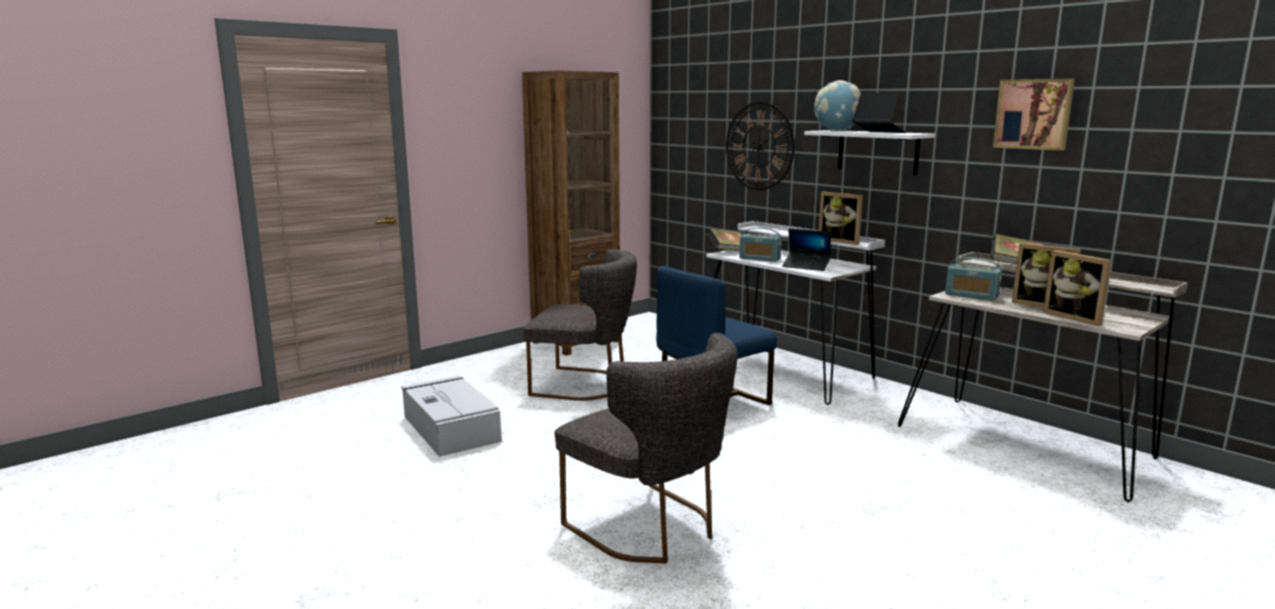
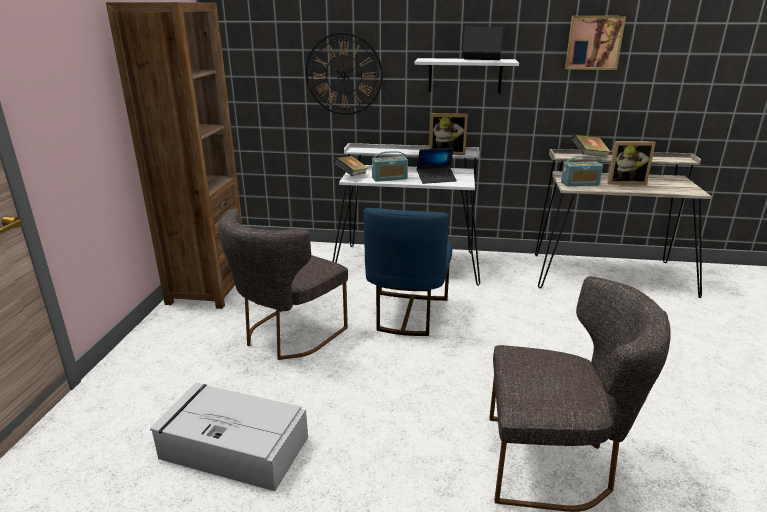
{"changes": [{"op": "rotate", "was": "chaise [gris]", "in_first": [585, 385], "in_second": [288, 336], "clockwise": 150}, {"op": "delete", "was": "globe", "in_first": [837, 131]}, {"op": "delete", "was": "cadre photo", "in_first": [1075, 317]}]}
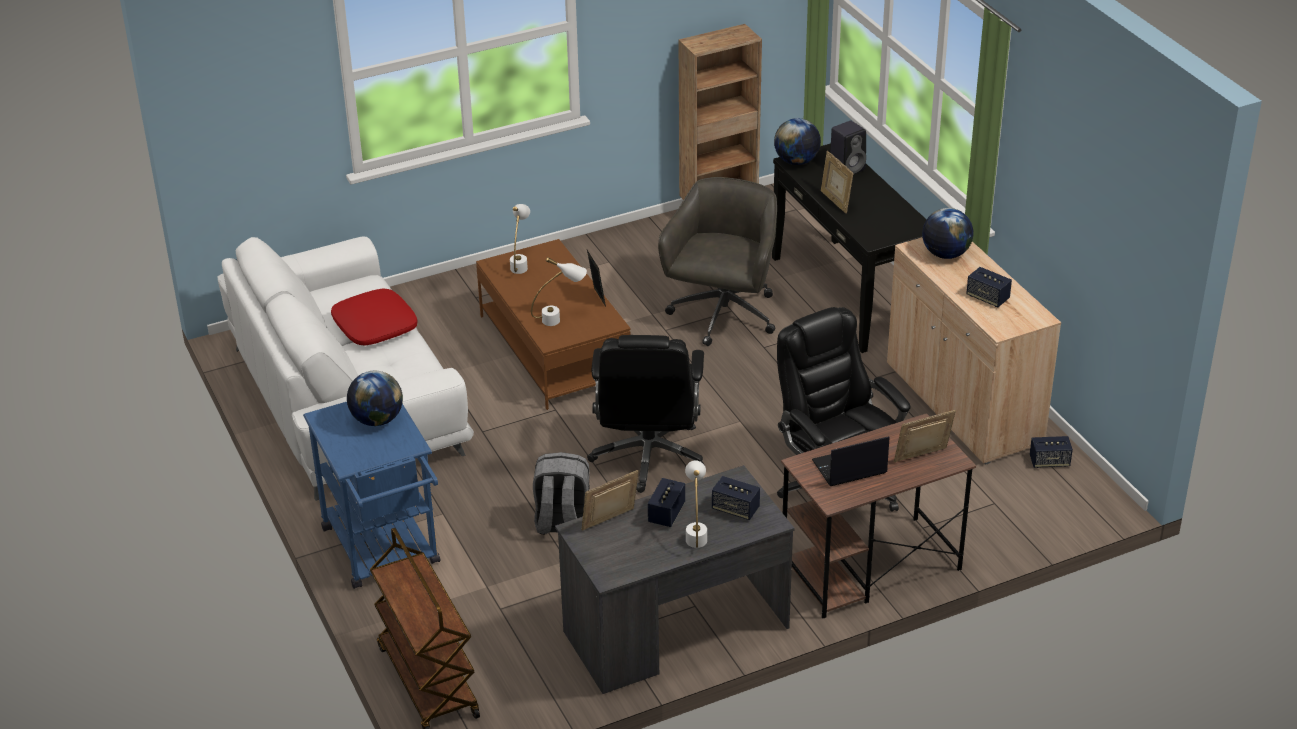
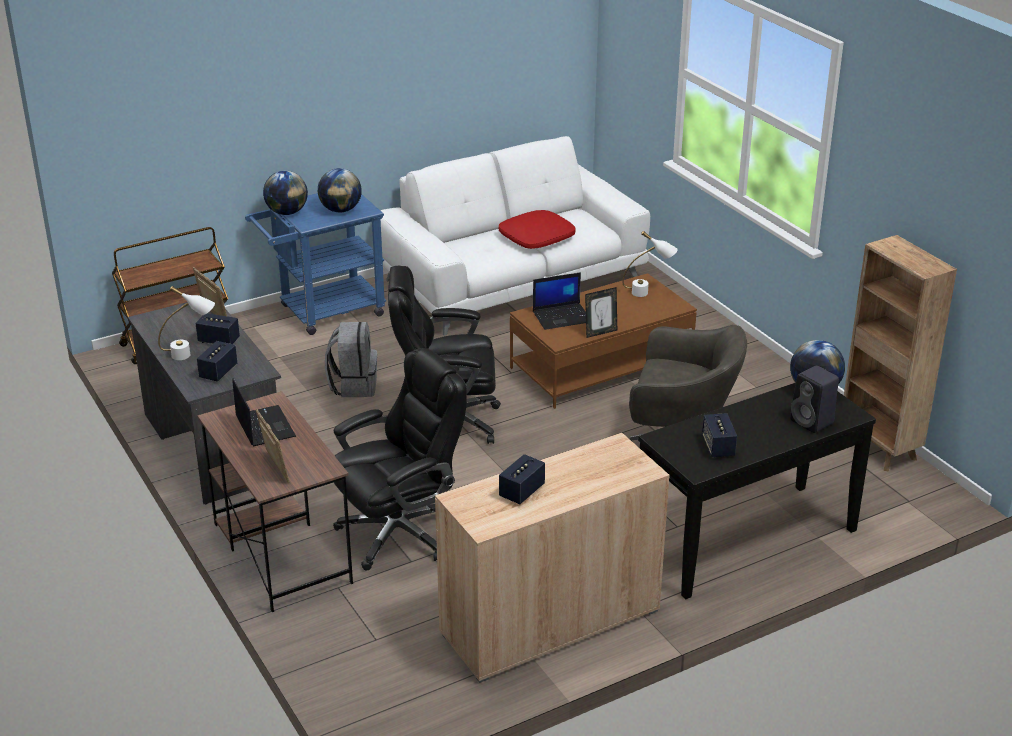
{"changes": [{"op": "replace", "was": "lampe de table [blanc]", "now": "ordinateur portable", "in_first": [560, 319], "in_second": [562, 316]}, {"op": "delete", "was": "cadre photo", "in_first": [835, 201]}, {"op": "move", "was": "globe", "in_first": [945, 254], "in_second": [287, 212]}, {"op": "move", "was": "enceinte", "in_first": [1049, 462], "in_second": [718, 447]}]}
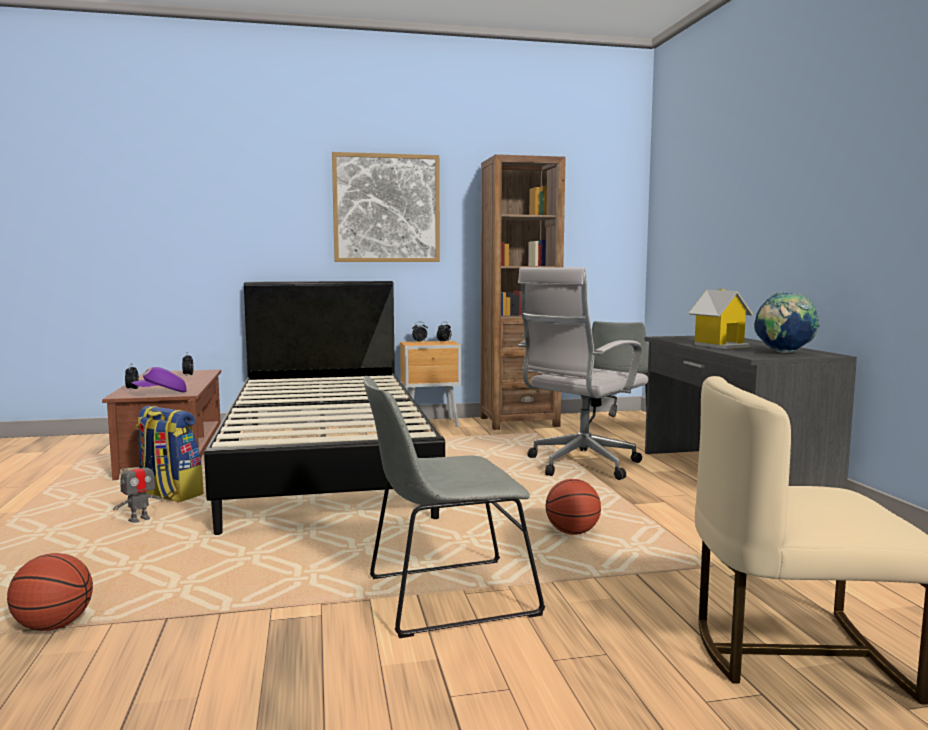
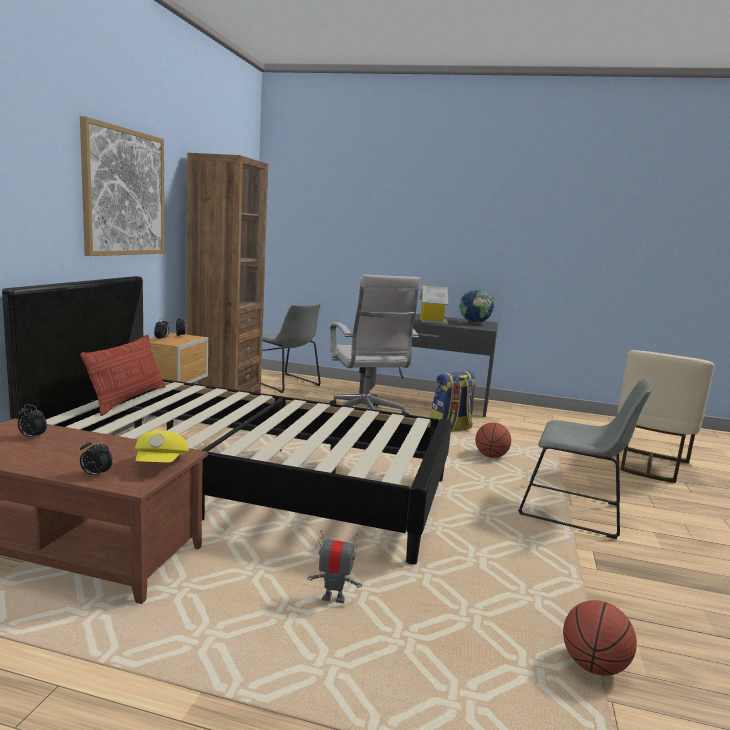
{"changes": [{"op": "rotate", "was": "robot jouet", "in_first": [139, 520], "in_second": [333, 599], "clockwise": -60}, {"op": "recolor", "was": "casquette [violet]", "now": "casquette [jaune]", "in_first": [161, 393], "in_second": [161, 464]}, {"op": "move", "was": "sac à dos", "in_first": [169, 495], "in_second": [451, 429]}, {"op": "rotate", "was": "chaise [gris]", "in_first": [444, 597], "in_second": [575, 511], "clockwise": -75}, {"op": "insert", "now": "coussin", "in_second": [128, 399]}]}
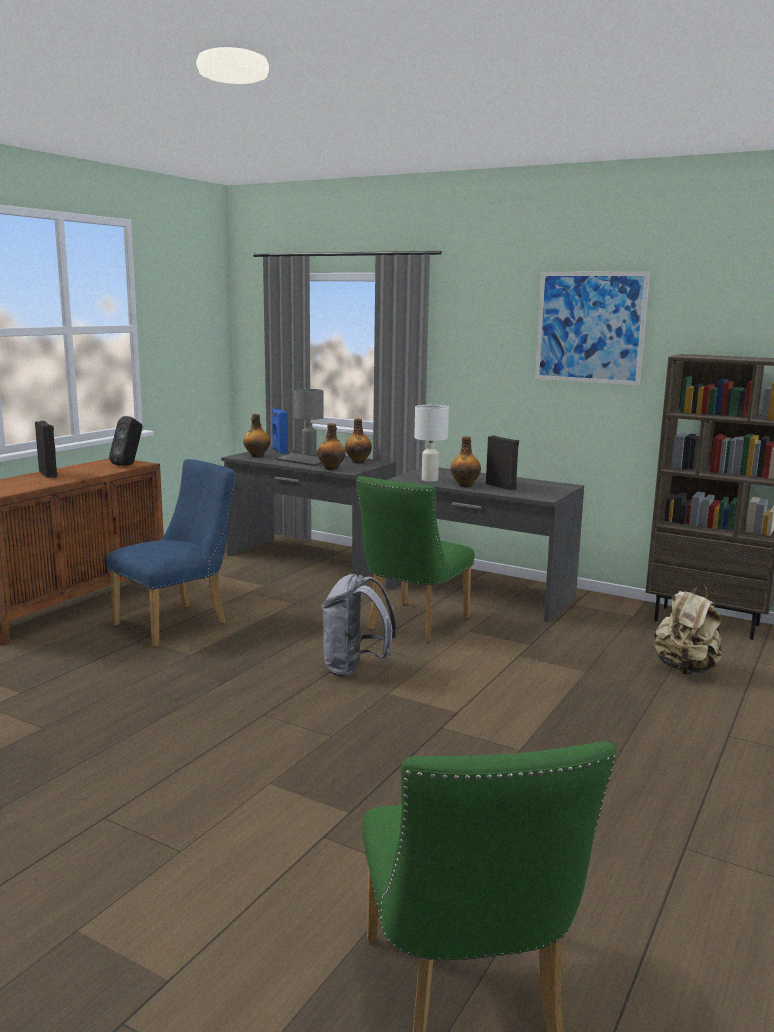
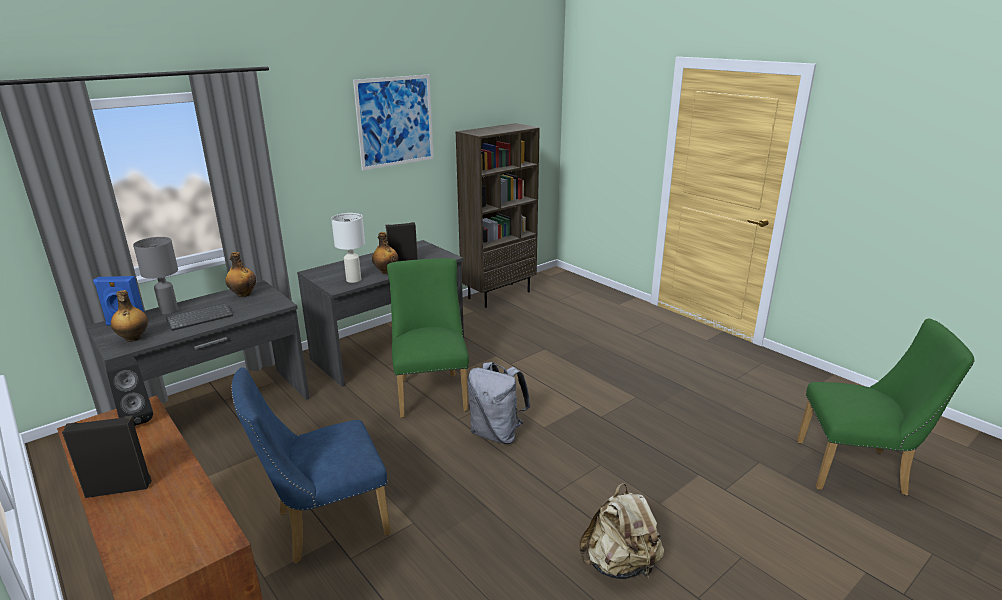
{"changes": [{"op": "rotate", "was": "chaise [bleu]", "in_first": [178, 623], "in_second": [324, 524], "clockwise": -90}, {"op": "delete", "was": "bouteille", "in_first": [331, 468]}, {"op": "rotate", "was": "chaise [vert]", "in_first": [412, 625], "in_second": [431, 391], "clockwise": -150}, {"op": "move", "was": "sac à dos [beige]", "in_first": [686, 669], "in_second": [620, 564]}]}
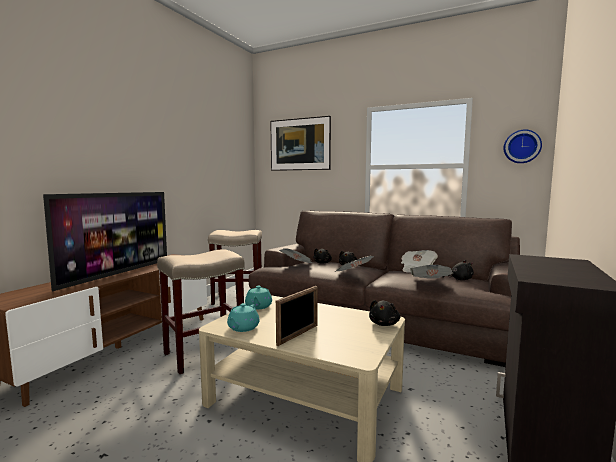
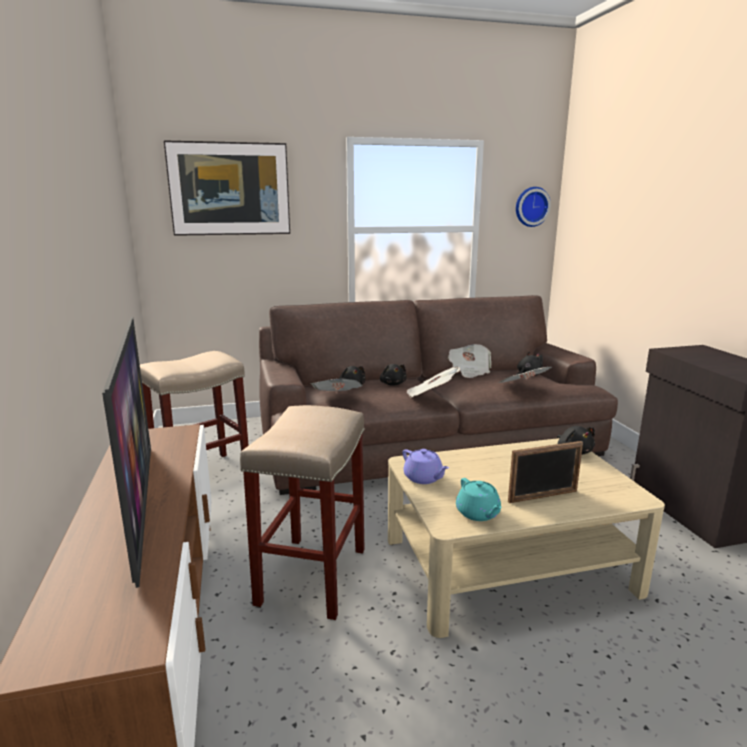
{"changes": [{"op": "recolor", "was": "théière [turquoise]", "now": "théière [violet]", "in_first": [258, 306], "in_second": [424, 478]}, {"op": "rotate", "was": "cadre photo", "in_first": [298, 335], "in_second": [543, 496], "clockwise": 75}]}
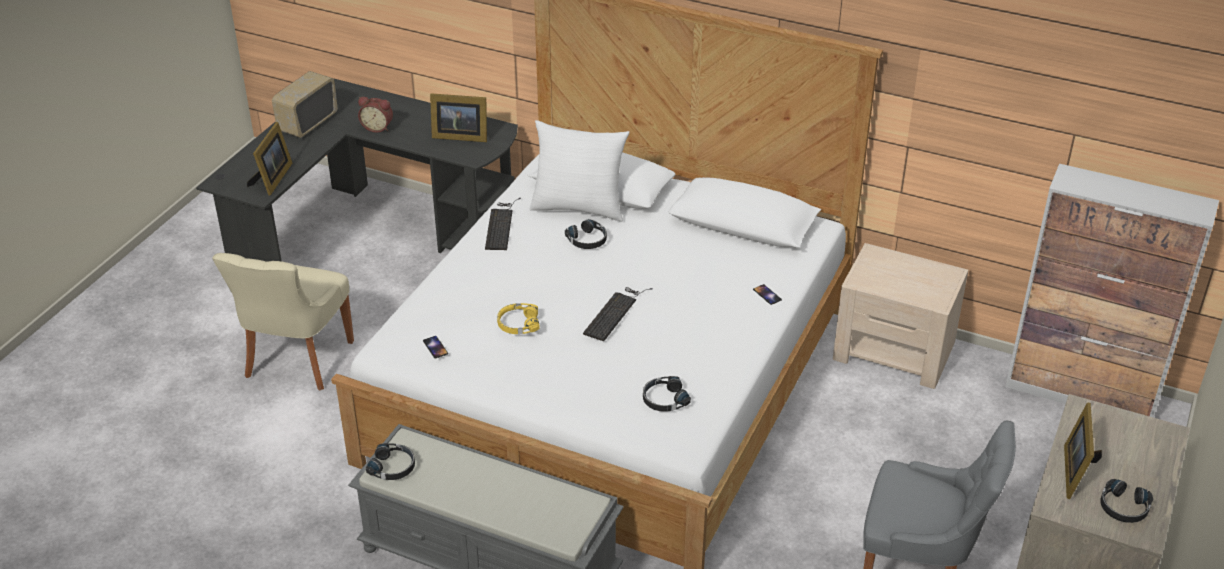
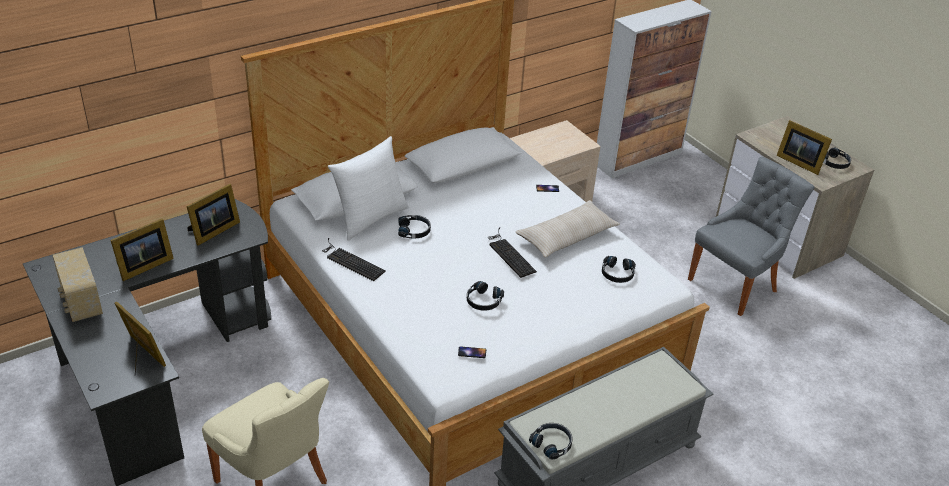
{"changes": [{"op": "replace", "was": "réveil", "now": "cadre photo", "in_first": [377, 127], "in_second": [143, 266]}, {"op": "recolor", "was": "casque audio [jaune]", "now": "casque audio [noir]", "in_first": [518, 324], "in_second": [483, 301]}, {"op": "insert", "now": "coussin [beige]", "in_second": [567, 237]}]}
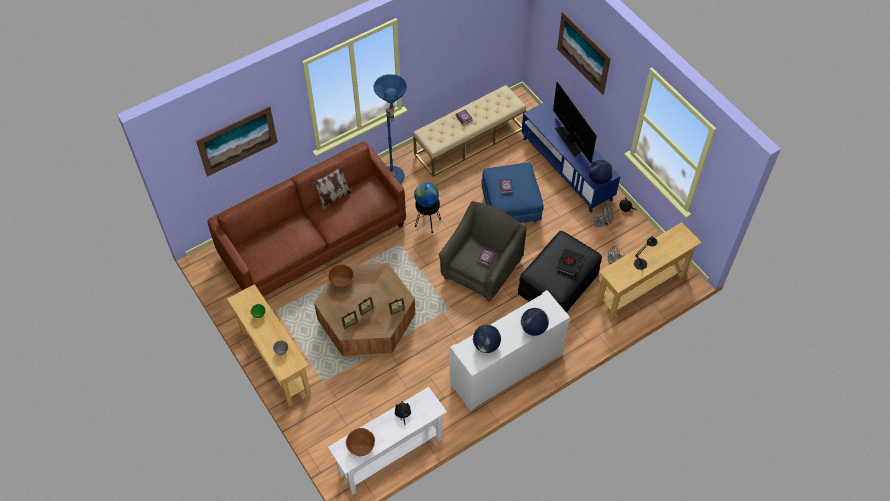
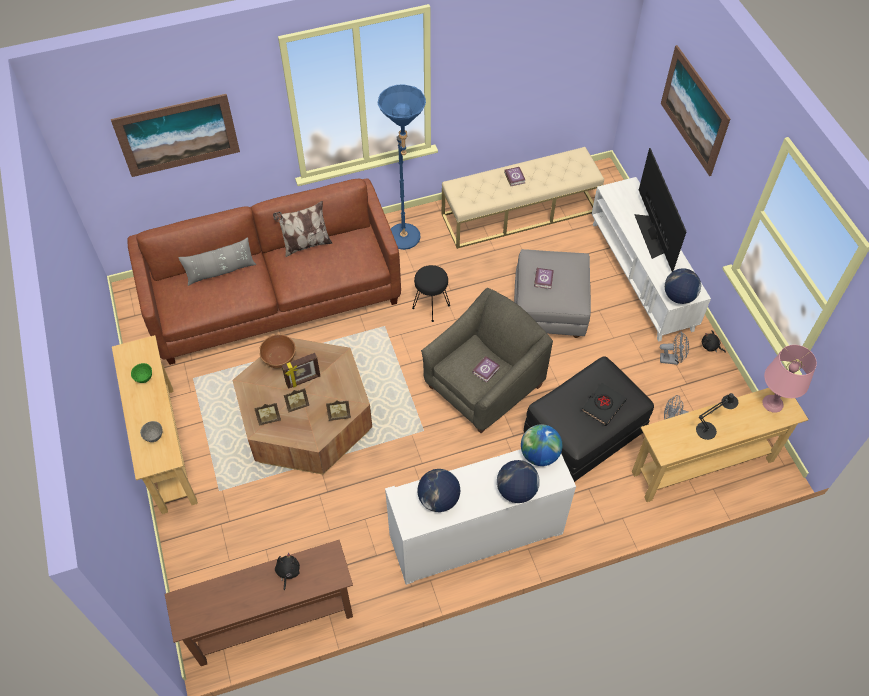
{"changes": [{"op": "recolor", "was": "table console [blanc]", "now": "table console [marron]", "in_first": [391, 456], "in_second": [273, 623]}, {"op": "delete", "was": "bol [marron]", "in_first": [361, 446]}, {"op": "move", "was": "globe", "in_first": [426, 202], "in_second": [539, 455]}, {"op": "recolor", "was": "pouf [bleu]", "now": "pouf [gris]", "in_first": [511, 207], "in_second": [549, 311]}, {"op": "recolor", "was": "meuble télé [bleu]", "now": "meuble télé [blanc]", "in_first": [567, 168], "in_second": [641, 275]}, {"op": "insert", "now": "coussin [gris]", "in_second": [221, 271]}, {"op": "insert", "now": "cadre photo", "in_second": [303, 381]}, {"op": "insert", "now": "lampe de table [rose]", "in_second": [772, 403]}]}
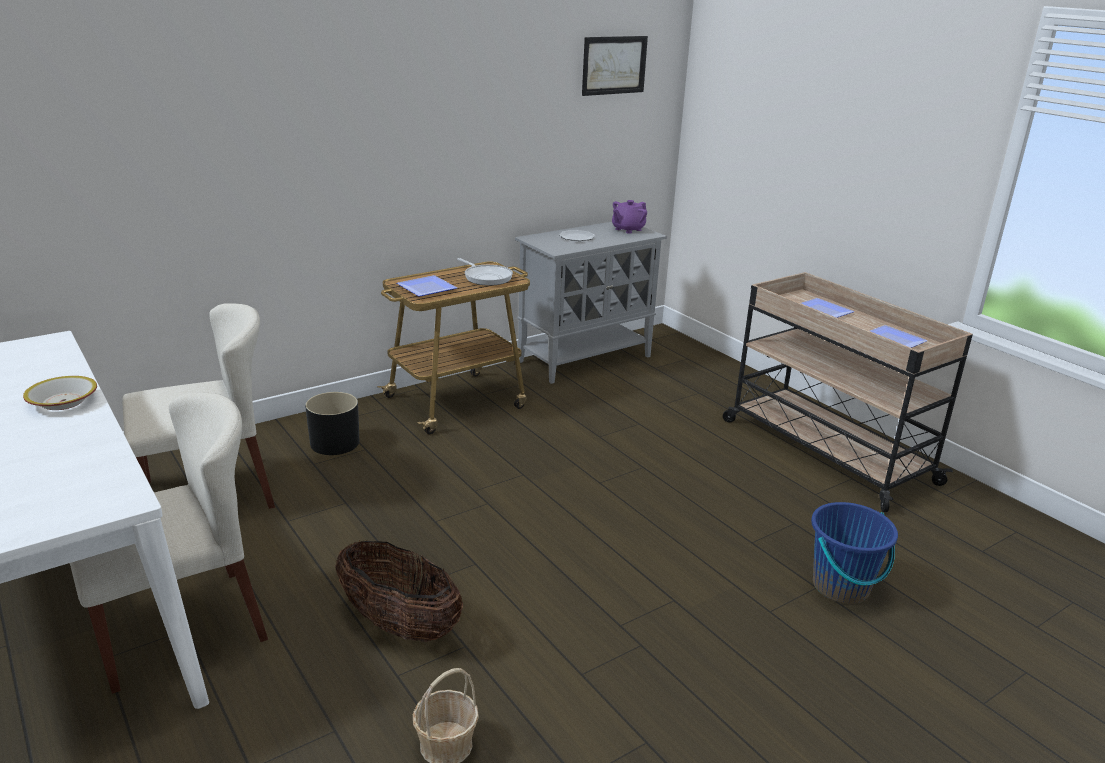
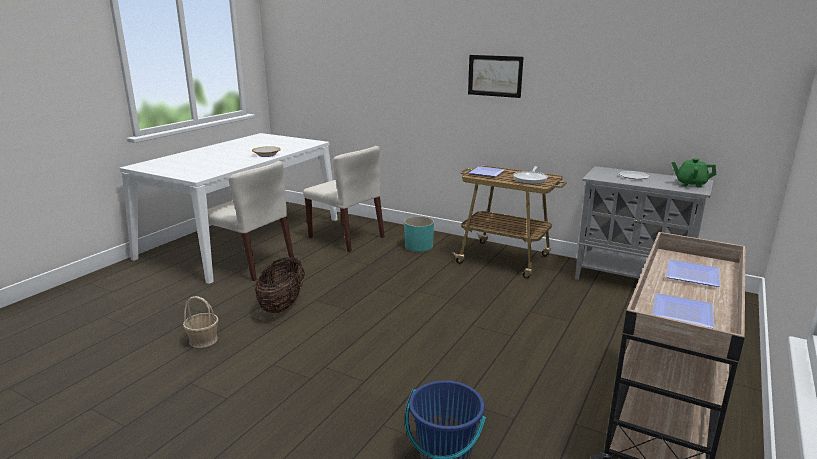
{"changes": [{"op": "recolor", "was": "cache-pot [noir]", "now": "cache-pot [turquoise]", "in_first": [335, 443], "in_second": [419, 246]}, {"op": "move", "was": "tableau", "in_first": [614, 65], "in_second": [495, 76]}, {"op": "recolor", "was": "théière [violet]", "now": "théière [vert]", "in_first": [628, 229], "in_second": [690, 184]}]}
